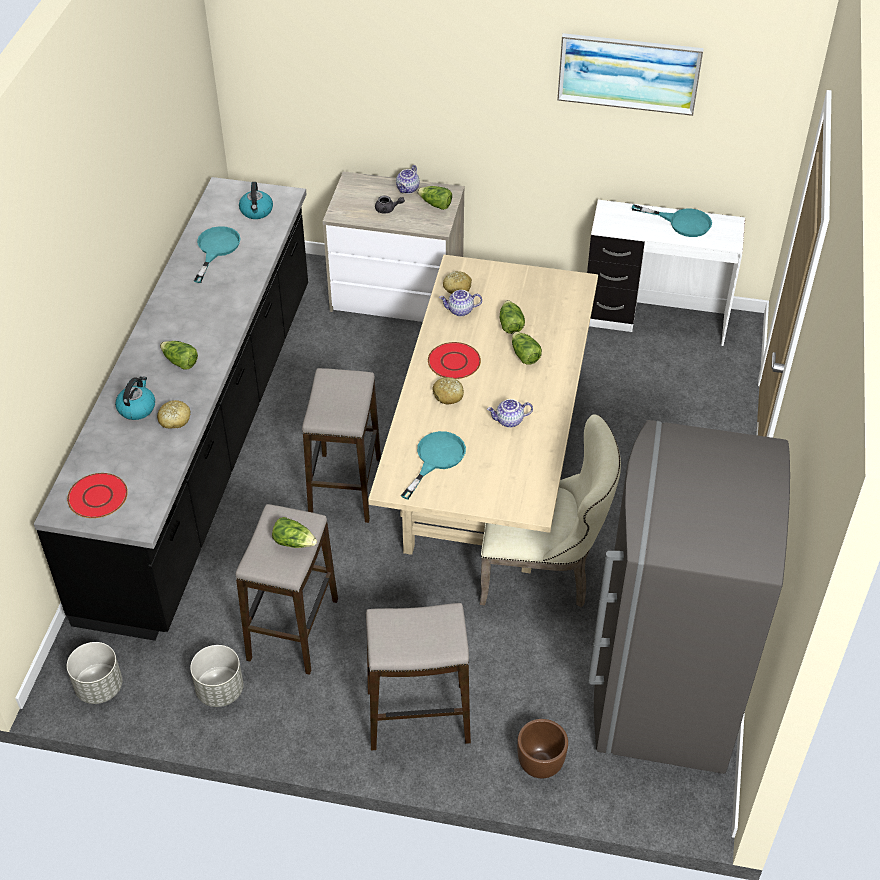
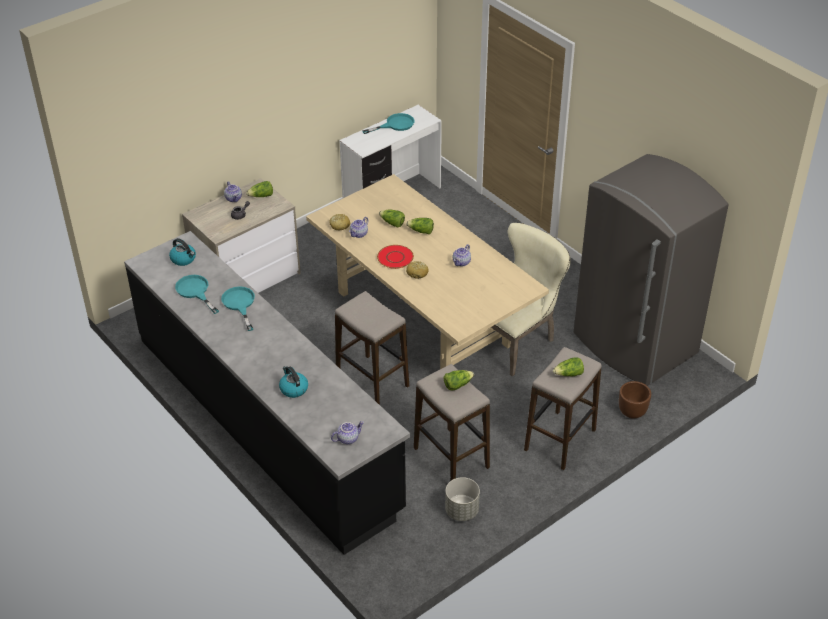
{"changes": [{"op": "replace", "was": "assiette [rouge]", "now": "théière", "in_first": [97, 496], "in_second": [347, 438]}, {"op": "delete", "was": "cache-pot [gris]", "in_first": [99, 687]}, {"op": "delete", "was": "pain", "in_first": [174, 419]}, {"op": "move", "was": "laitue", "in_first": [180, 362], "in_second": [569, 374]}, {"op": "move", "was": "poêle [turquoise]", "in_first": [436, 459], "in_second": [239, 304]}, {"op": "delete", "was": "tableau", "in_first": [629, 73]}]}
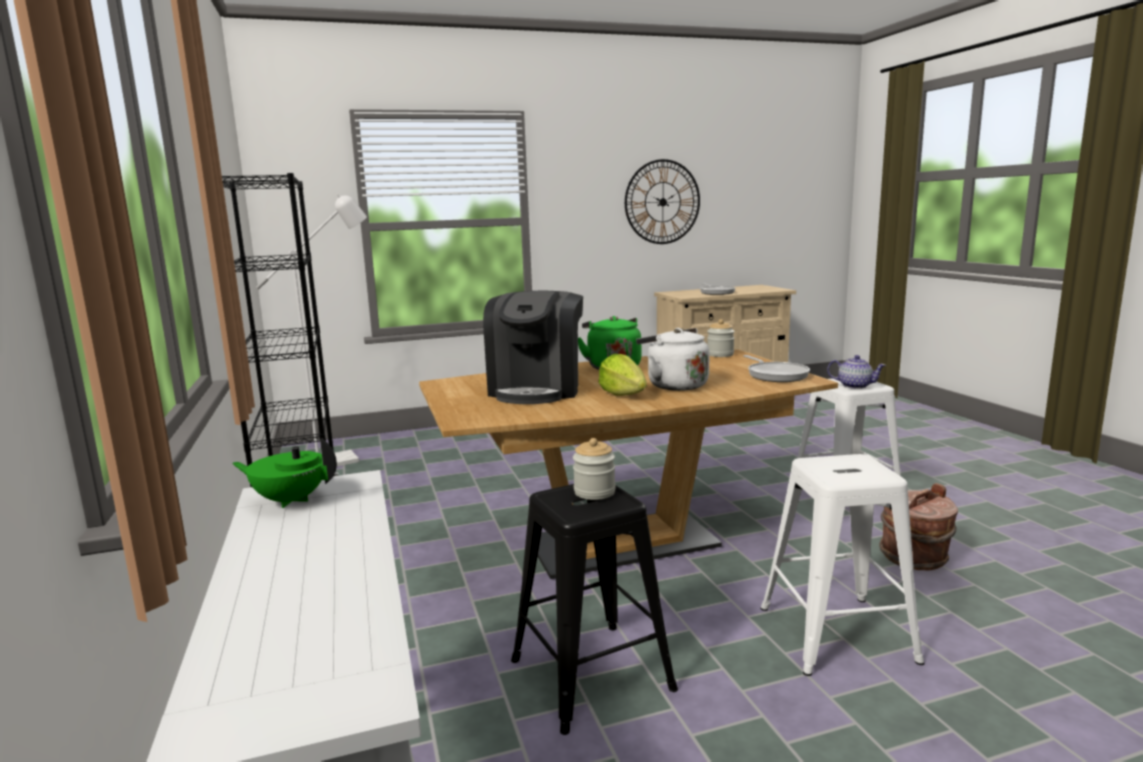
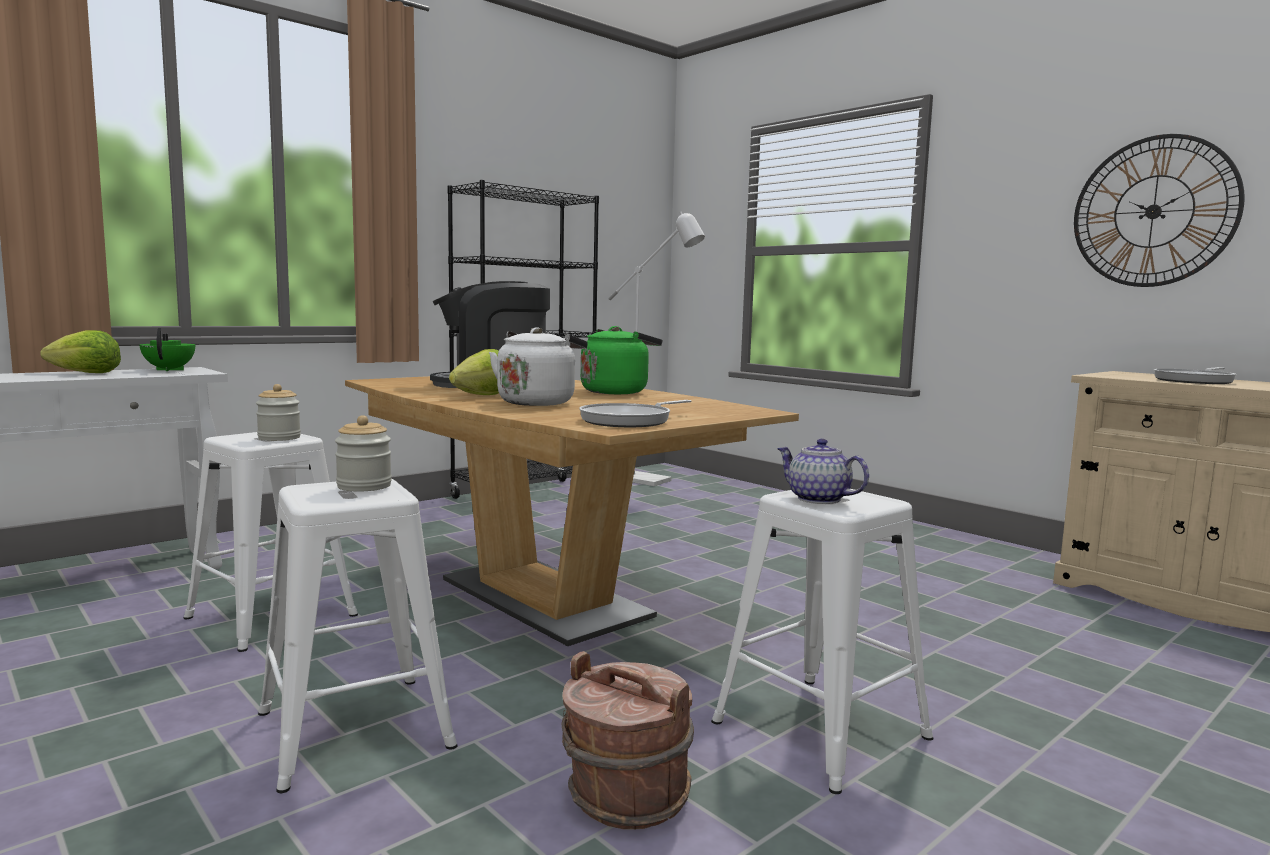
{"changes": [{"op": "recolor", "was": "tabouret [noir]", "now": "tabouret [blanc]", "in_first": [590, 675], "in_second": [269, 616]}, {"op": "move", "was": "bocal", "in_first": [720, 354], "in_second": [364, 486]}, {"op": "rotate", "was": "théière", "in_first": [855, 386], "in_second": [817, 499], "clockwise": 135}, {"op": "insert", "now": "laitue", "in_second": [86, 373]}]}
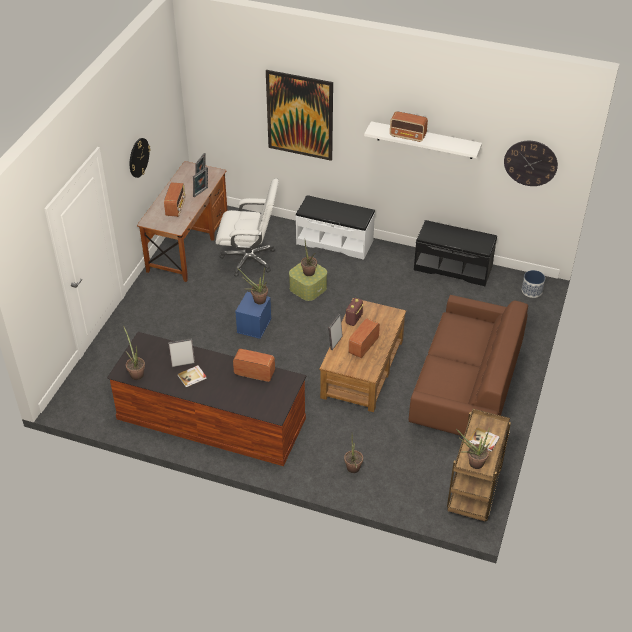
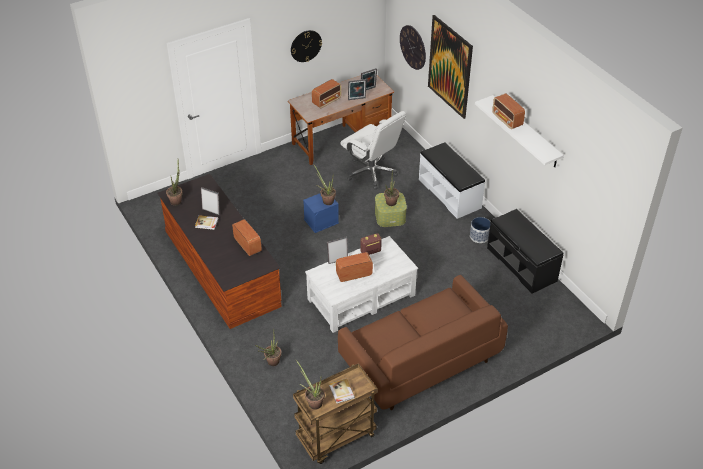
{"changes": [{"op": "recolor", "was": "table basse [marron]", "now": "table basse [blanc]", "in_first": [362, 369], "in_second": [360, 297]}, {"op": "move", "was": "horloge murale", "in_first": [530, 163], "in_second": [413, 47]}, {"op": "move", "was": "cache-pot", "in_first": [532, 291], "in_second": [479, 236]}]}
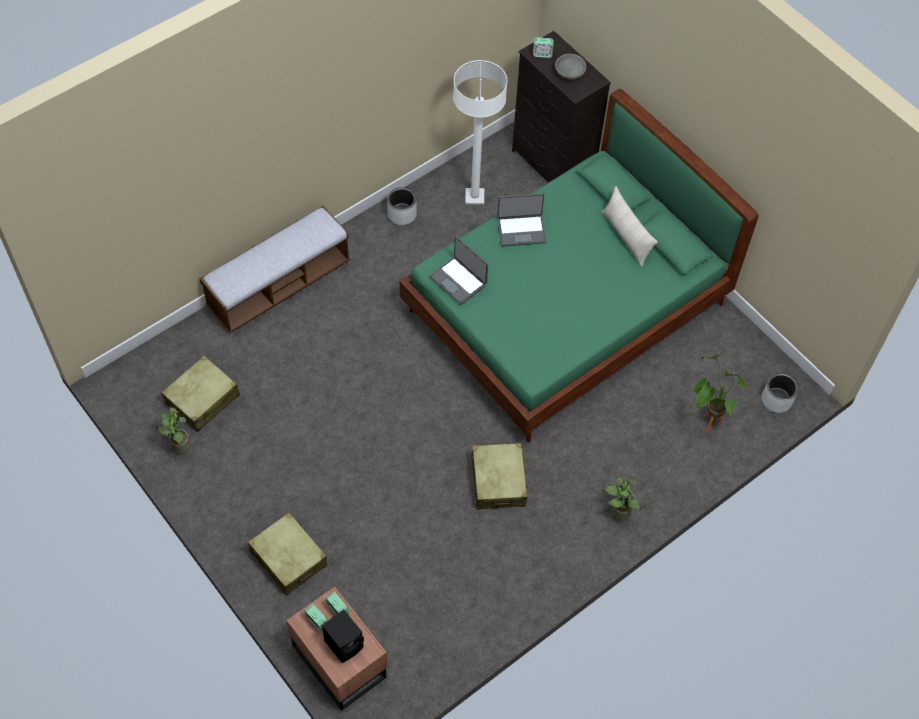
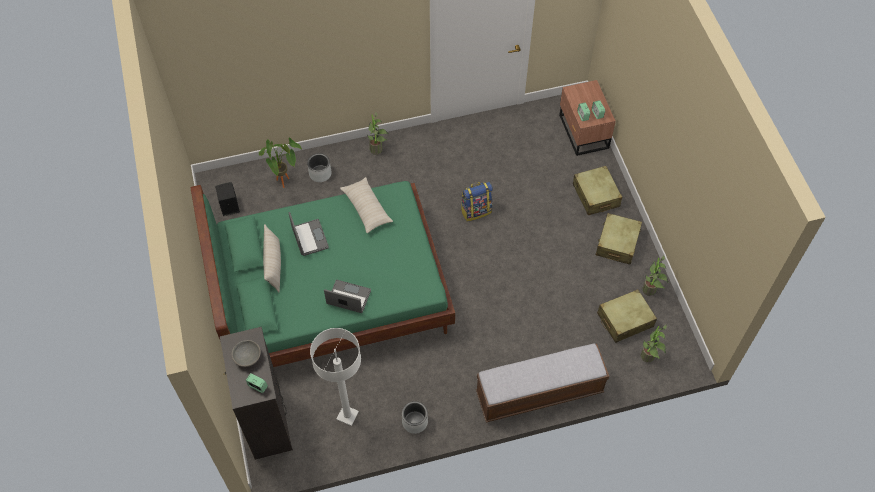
{"changes": [{"op": "move", "was": "enceinte [noir]", "in_first": [345, 643], "in_second": [229, 207]}, {"op": "move", "was": "ordinateur portable", "in_first": [459, 280], "in_second": [309, 238]}, {"op": "move", "was": "valise [beige]", "in_first": [498, 481], "in_second": [617, 243]}, {"op": "move", "was": "cache-pot [gris]", "in_first": [776, 400], "in_second": [320, 173]}, {"op": "insert", "now": "coussin [beige]", "in_second": [366, 208]}, {"op": "insert", "now": "sac à dos", "in_second": [476, 210]}, {"op": "insert", "now": "plante en pot", "in_second": [649, 358]}]}
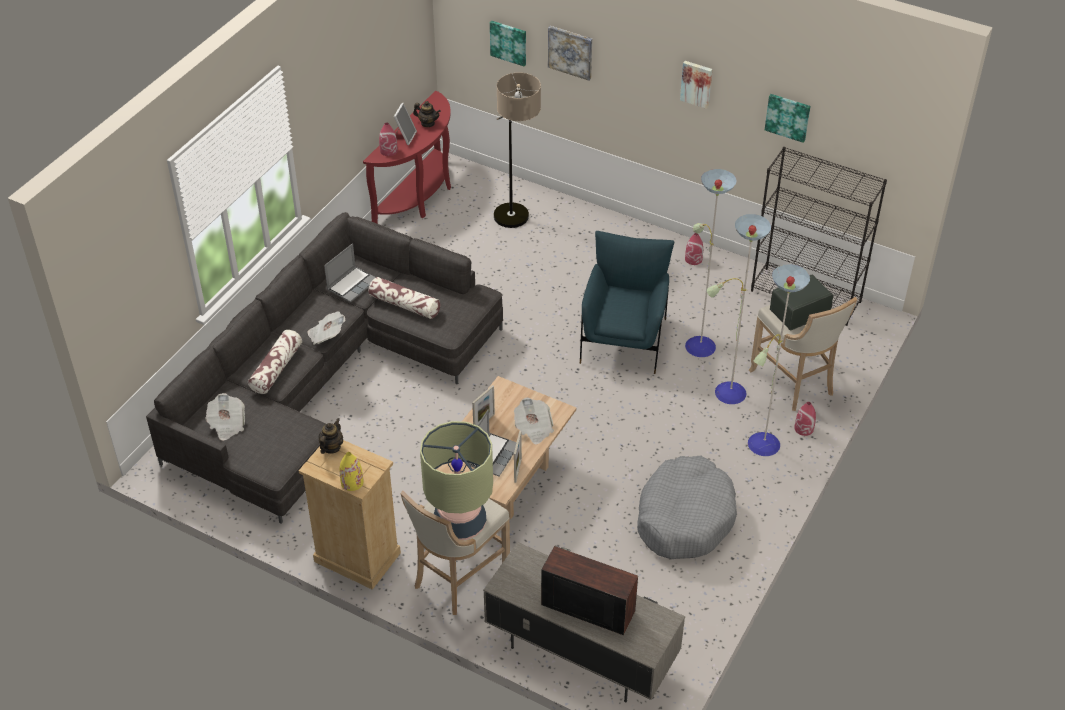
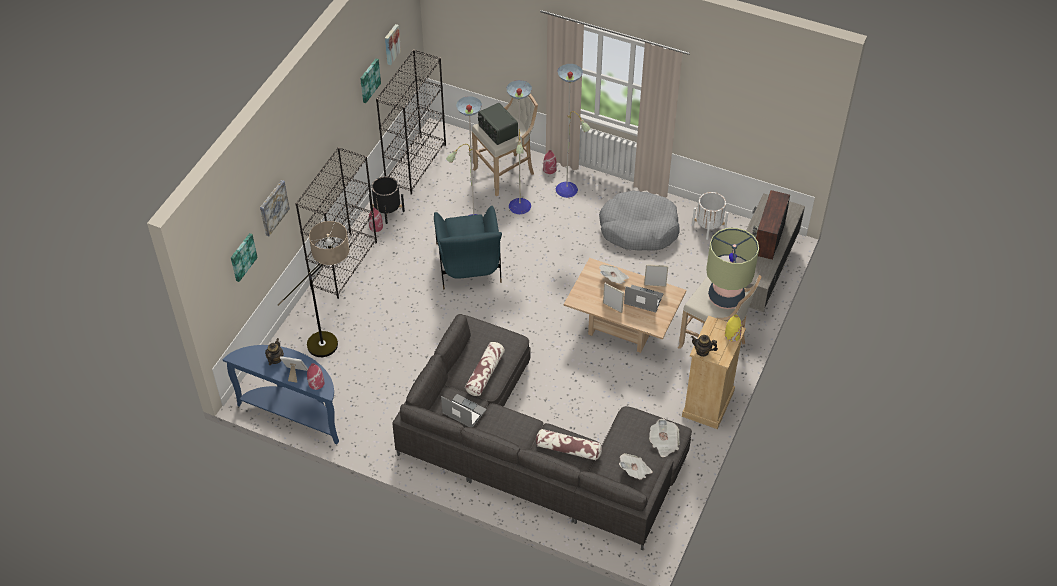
{"changes": [{"op": "move", "was": "journal", "in_first": [326, 335], "in_second": [663, 443]}, {"op": "recolor", "was": "table console [rouge]", "now": "table console [bleu]", "in_first": [420, 197], "in_second": [294, 413]}, {"op": "rotate", "was": "fauteuil [bleu]", "in_first": [624, 338], "in_second": [468, 265], "clockwise": -105}, {"op": "move", "was": "tableau", "in_first": [696, 83], "in_second": [391, 44]}, {"op": "insert", "now": "bibliothèque [noir]", "in_second": [344, 265]}, {"op": "insert", "now": "cache-pot [noir]", "in_second": [387, 211]}, {"op": "insert", "now": "cache-pot [blanc]", "in_second": [708, 227]}]}
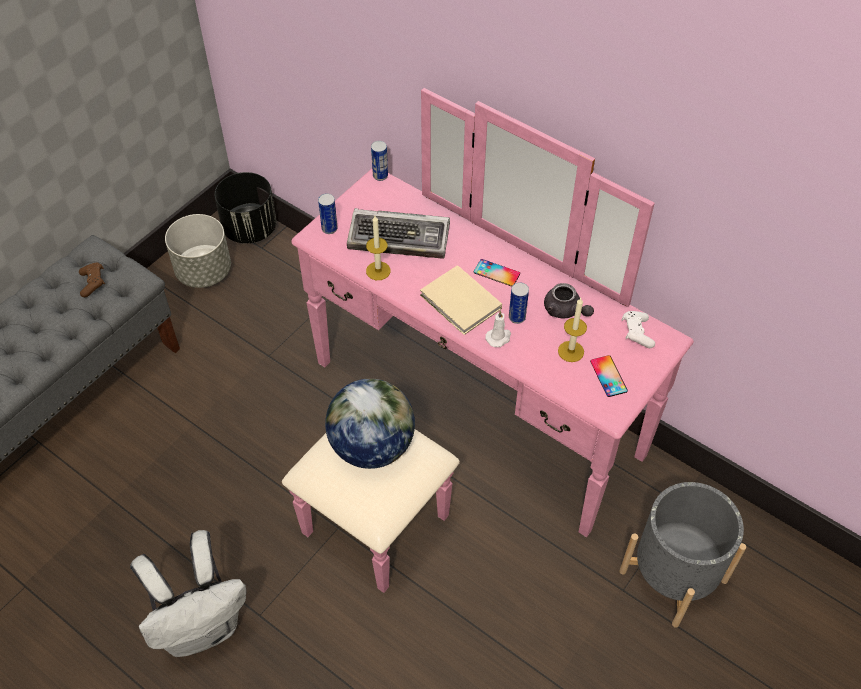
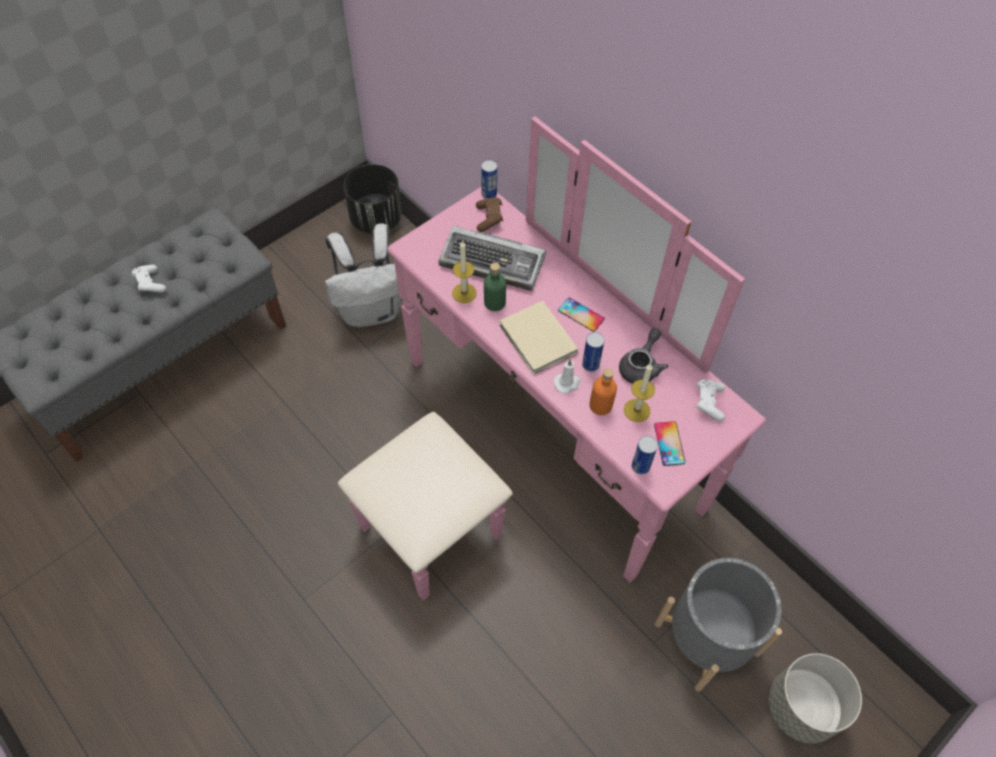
{"changes": [{"op": "move", "was": "manette [marron]", "in_first": [93, 283], "in_second": [489, 219]}, {"op": "move", "was": "sac à dos [blanc]", "in_first": [202, 626], "in_second": [372, 310]}, {"op": "move", "was": "cache-pot [gris]", "in_first": [204, 272], "in_second": [802, 708]}, {"op": "move", "was": "boîte métallique", "in_first": [329, 228], "in_second": [640, 466]}, {"op": "delete", "was": "globe", "in_first": [372, 446]}, {"op": "rotate", "was": "théière [gris]", "in_first": [565, 311], "in_second": [641, 366], "clockwise": -120}, {"op": "insert", "now": "manette [blanc]", "in_second": [150, 284]}, {"op": "insert", "now": "bouteille [vert]", "in_second": [494, 302]}, {"op": "insert", "now": "bouteille [orange]", "in_second": [600, 405]}]}
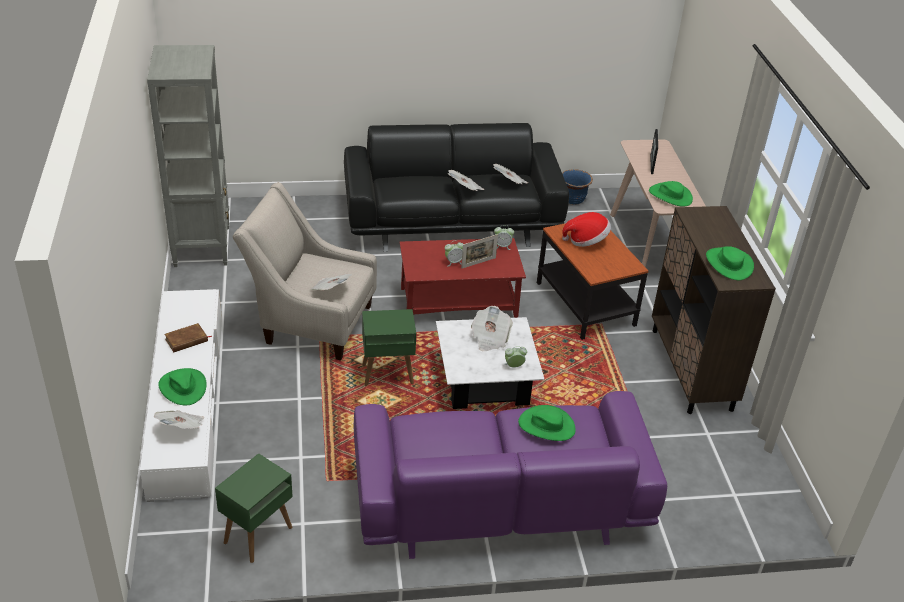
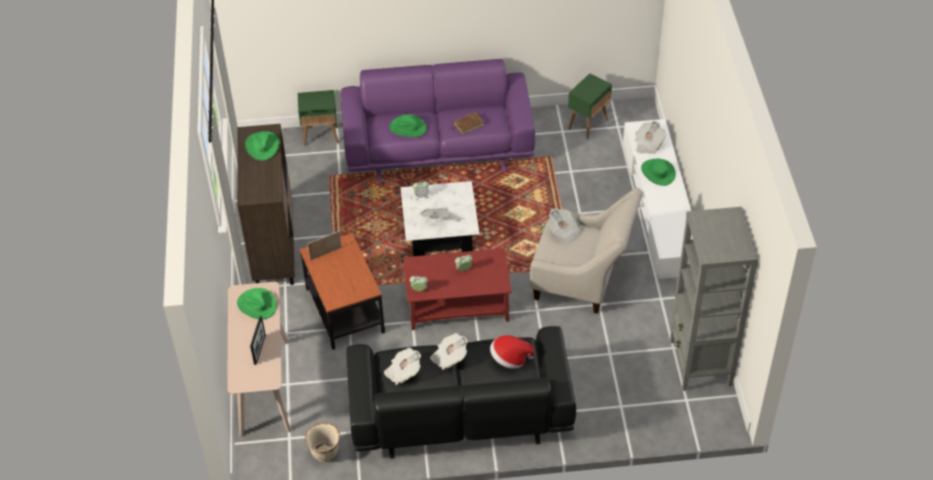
{"changes": [{"op": "move", "was": "livre [marron]", "in_first": [186, 340], "in_second": [468, 124]}, {"op": "move", "was": "table d'appoint [vert]", "in_first": [387, 374], "in_second": [321, 136]}, {"op": "move", "was": "cadre photo", "in_first": [478, 263], "in_second": [325, 253]}, {"op": "recolor", "was": "cache-pot [bleu]", "now": "cache-pot [beige]", "in_first": [573, 200], "in_second": [325, 453]}, {"op": "move", "was": "chapeau", "in_first": [586, 241], "in_second": [510, 359]}]}
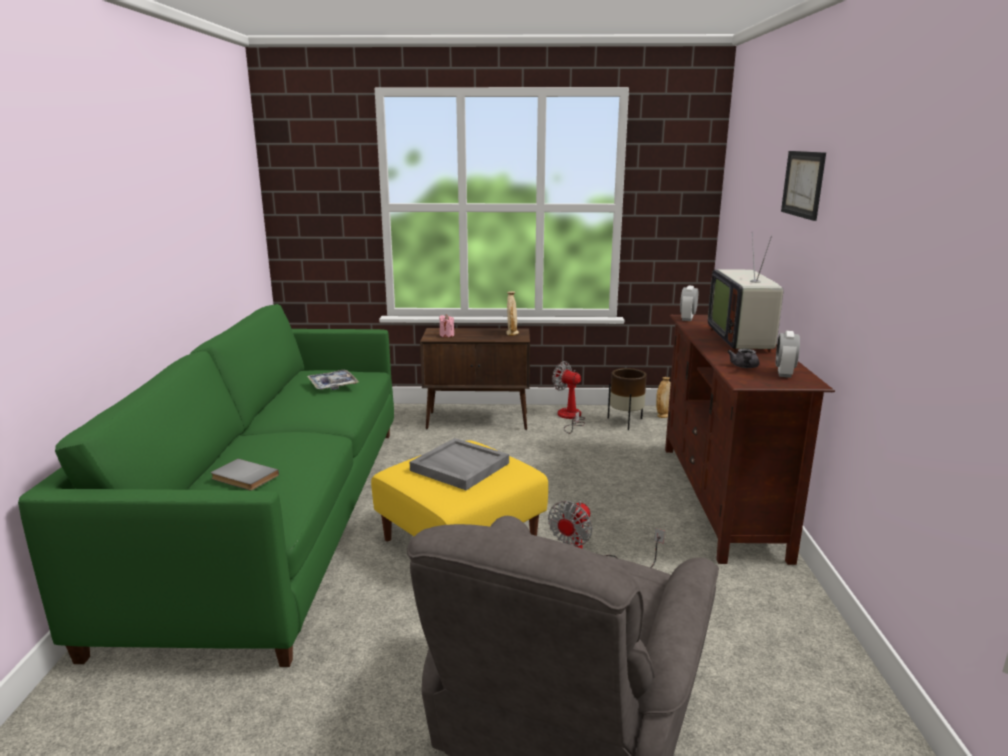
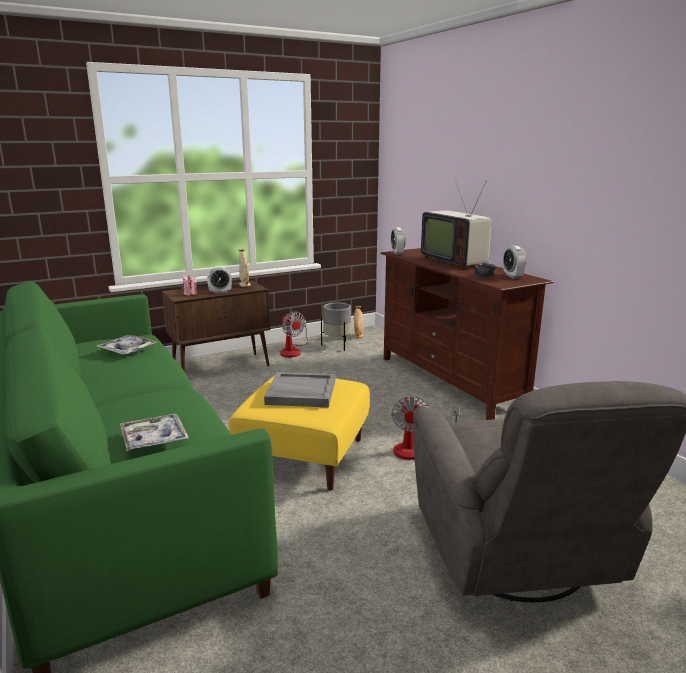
{"changes": [{"op": "replace", "was": "livre [gris]", "now": "plateau", "in_first": [243, 477], "in_second": [154, 439]}, {"op": "rotate", "was": "ventilateur", "in_first": [570, 418], "in_second": [293, 351], "clockwise": -135}, {"op": "recolor", "was": "cache-pot [marron]", "now": "cache-pot [gris]", "in_first": [626, 422], "in_second": [337, 346]}, {"op": "delete", "was": "tableau", "in_first": [803, 184]}, {"op": "insert", "now": "réveil", "in_second": [220, 292]}]}
